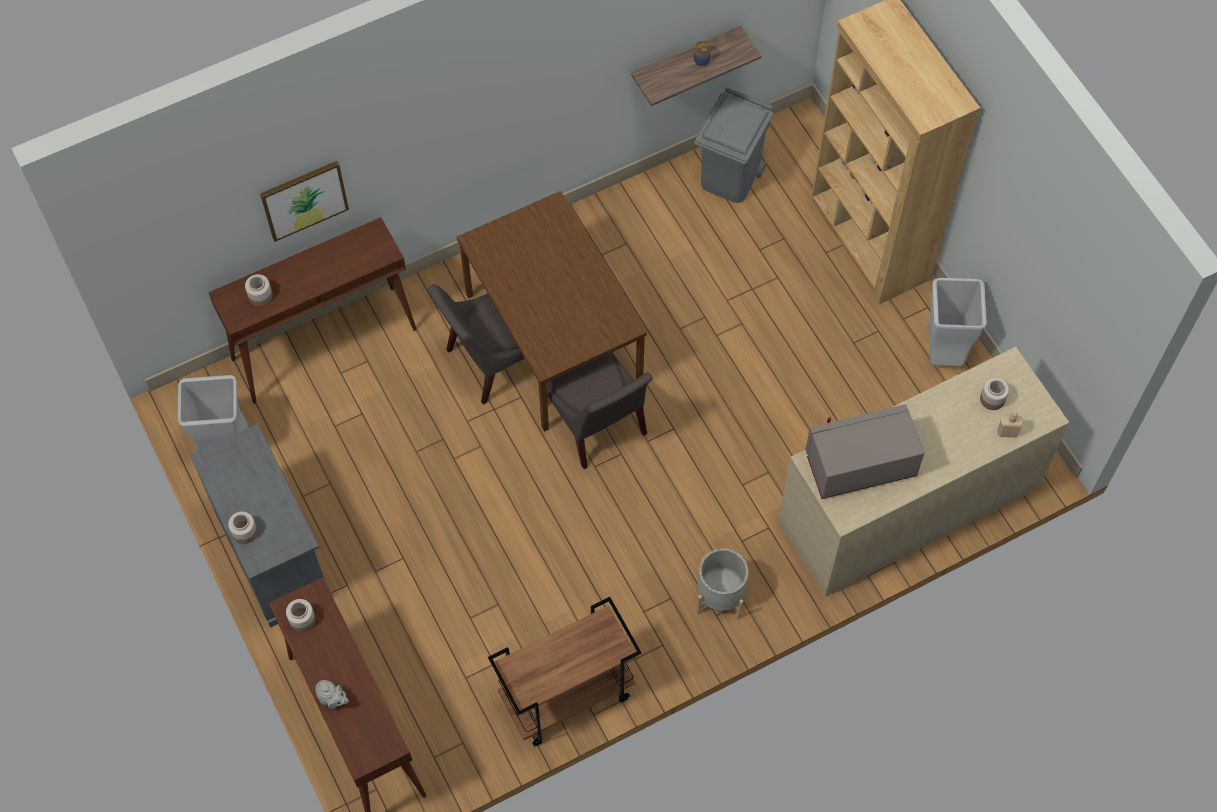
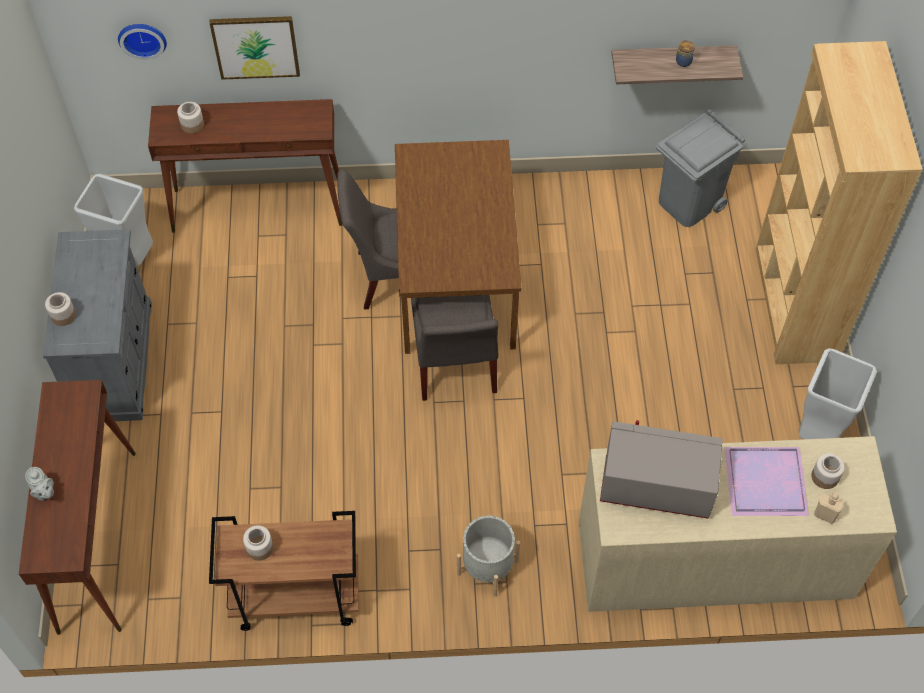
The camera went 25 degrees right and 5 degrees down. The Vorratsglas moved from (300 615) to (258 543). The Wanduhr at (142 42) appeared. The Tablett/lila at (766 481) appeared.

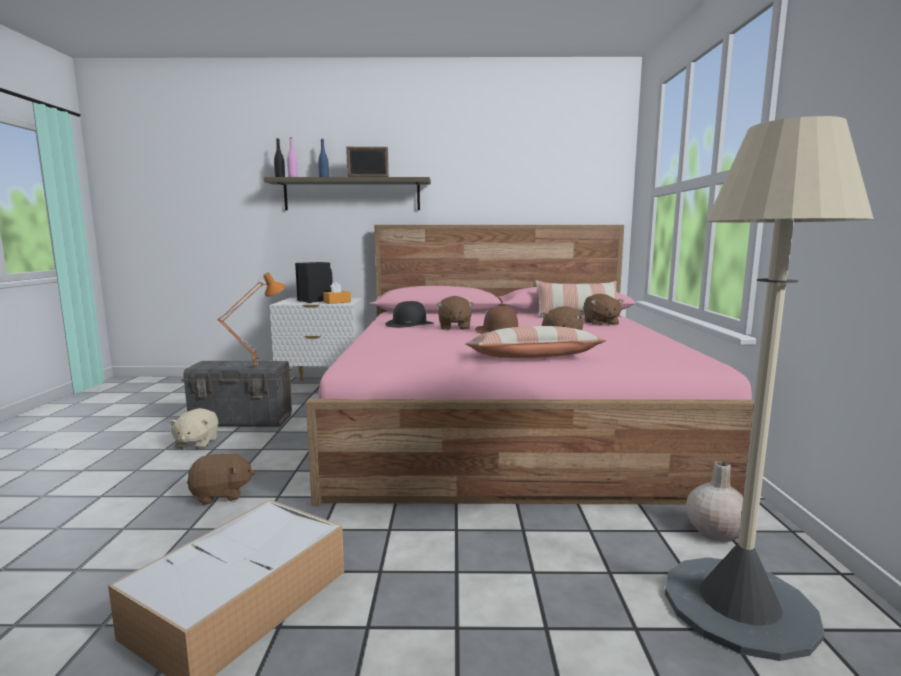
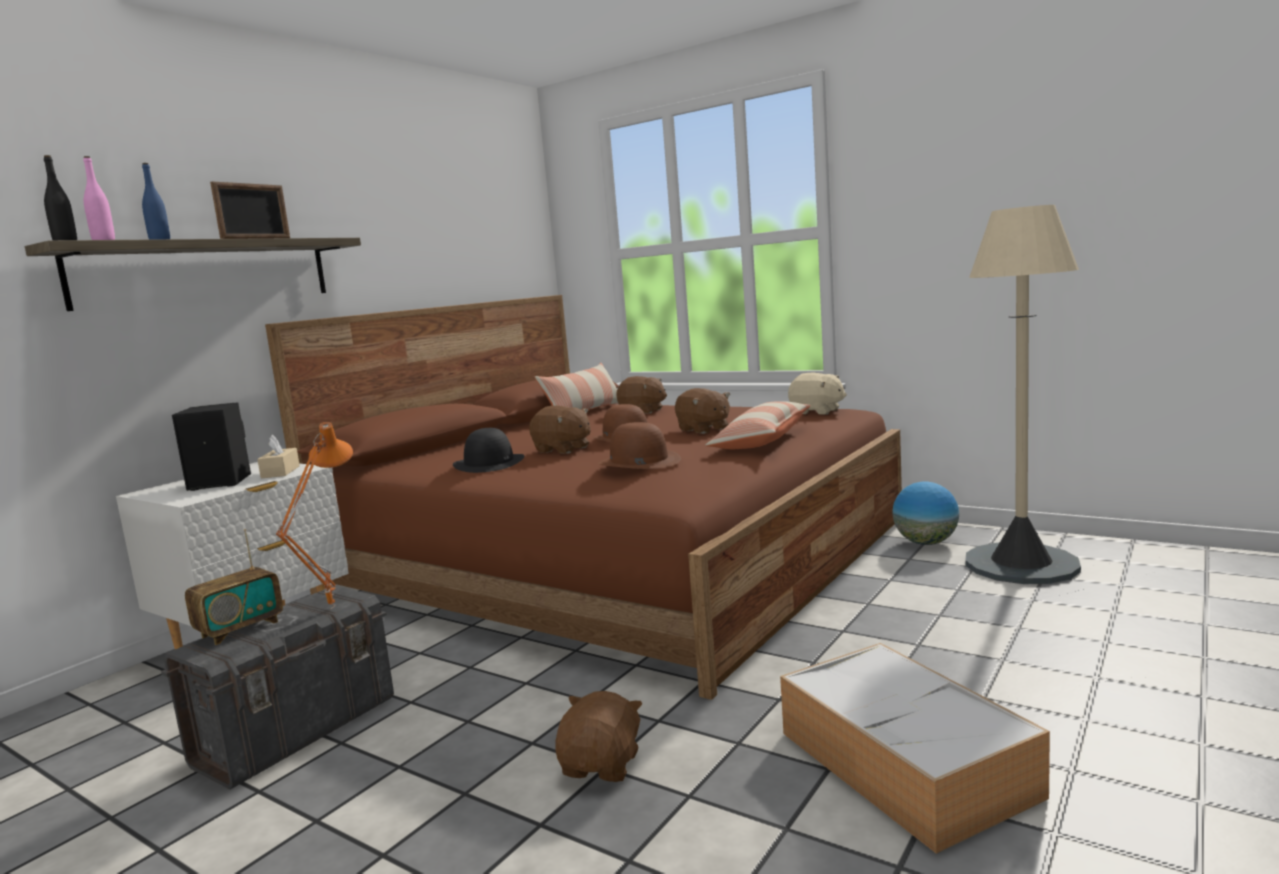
The camera went 55 degrees left and 0 degrees up. The Plüschtier/beige moved from (193 428) to (817 394). The Bett/rosa at (530 365) became the Bett/braun at (583 497). The Taschentuchbox/orange at (337 293) became the Taschentuchbox/beige at (278 457). The Vase/beige at (714 501) was replaced by the Globus at (925 513). The Radio at (234 587) appeared. The Hut/braun at (639 445) appeared.

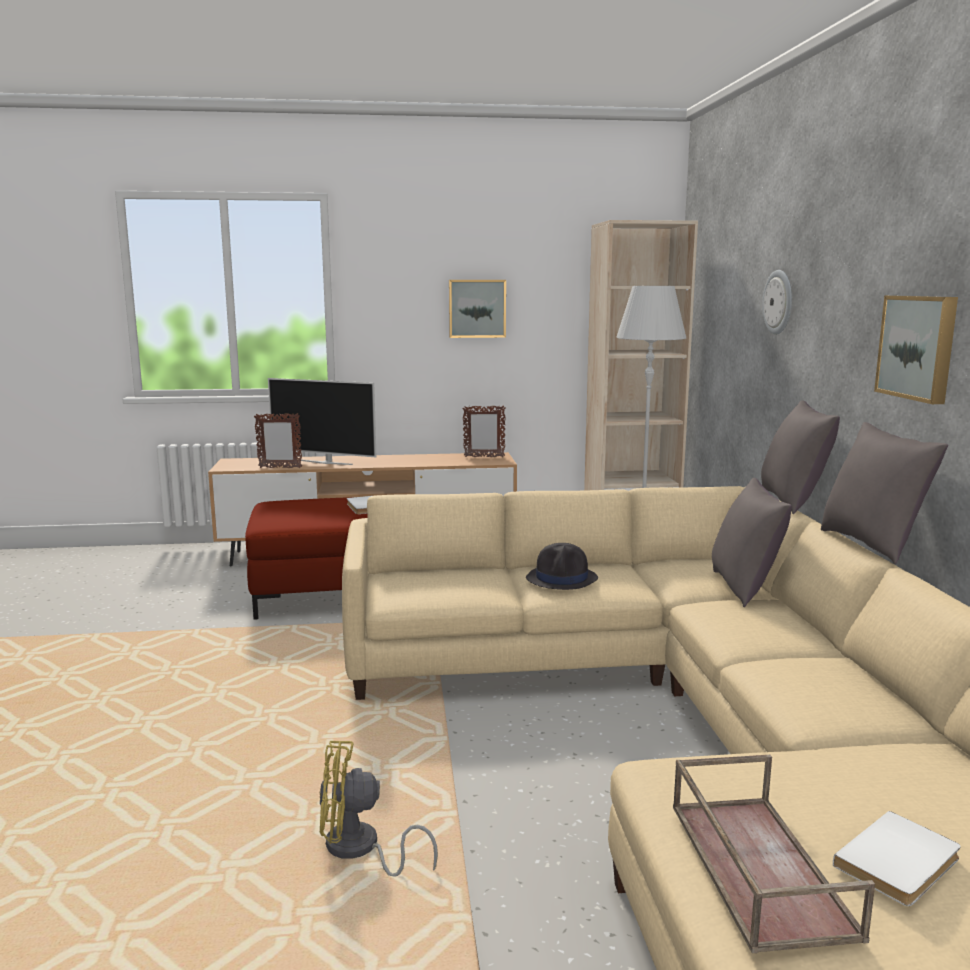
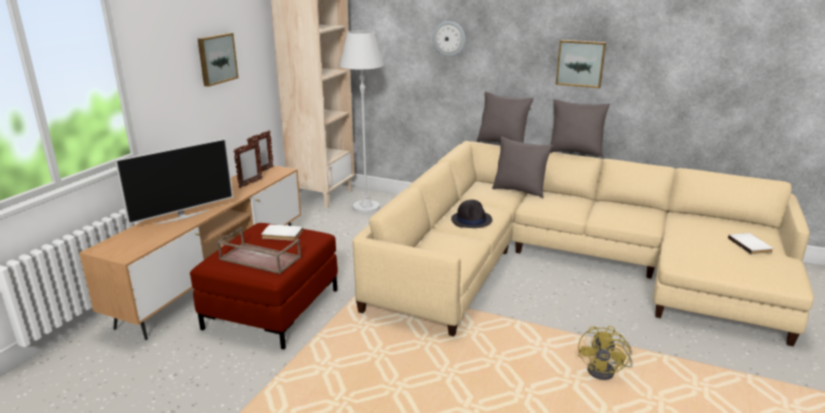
The camera went 60 degrees left and 10 degrees up. The Bilderrahmen moved from (278 440) to (248 164). The Tablett/braun moved from (774 854) to (259 250).

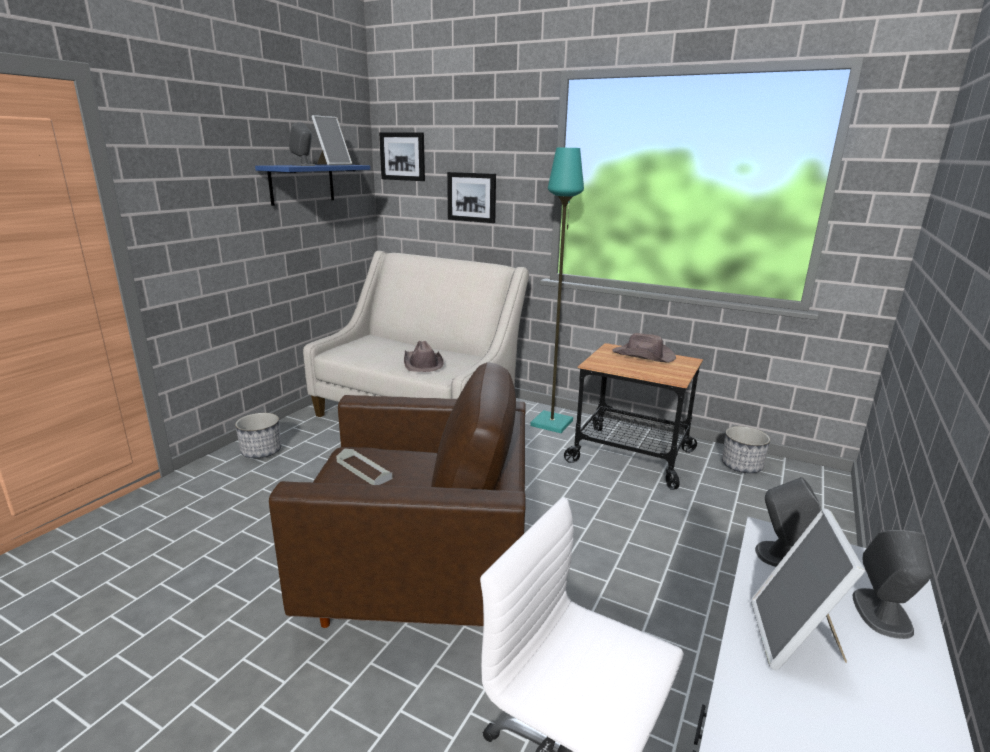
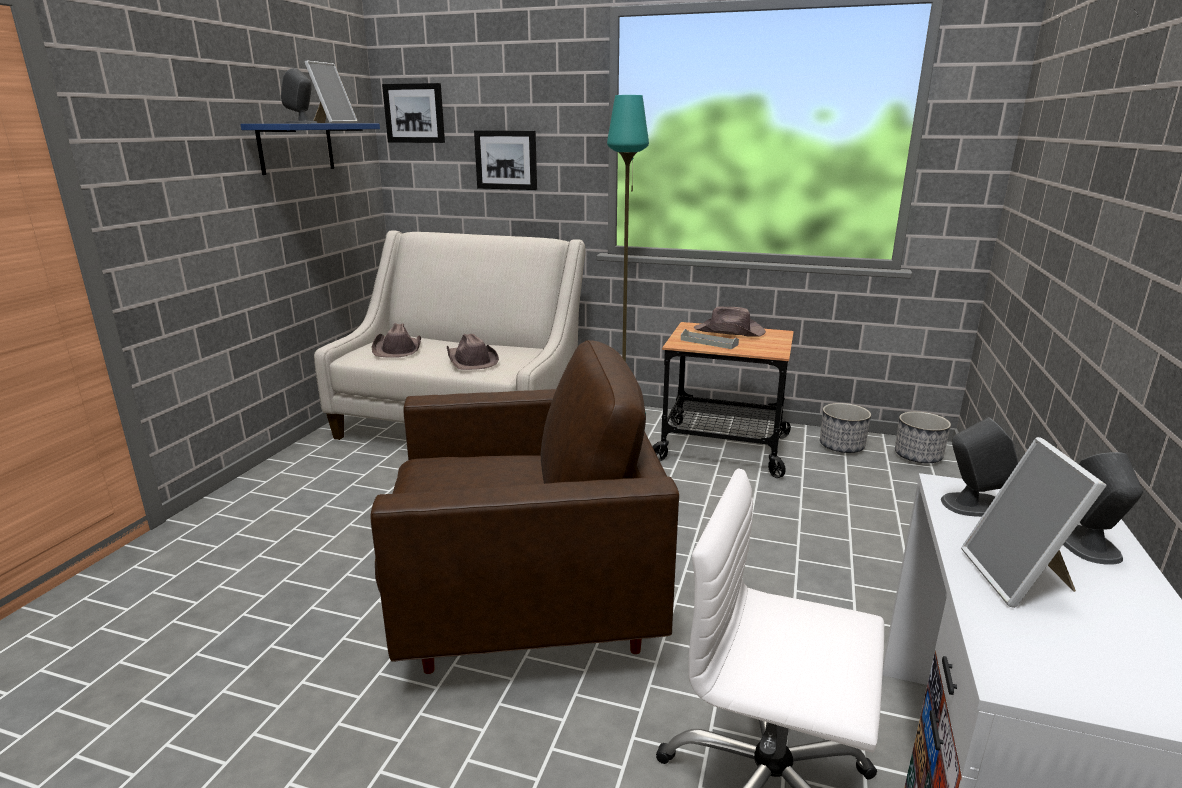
The camera went 10 degrees left and 0 degrees up. The Pflanzkübel moved from (258 435) to (923 437). The Tablett/grau moved from (364 467) to (710 339). The Hut/braun at (396 340) appeared.

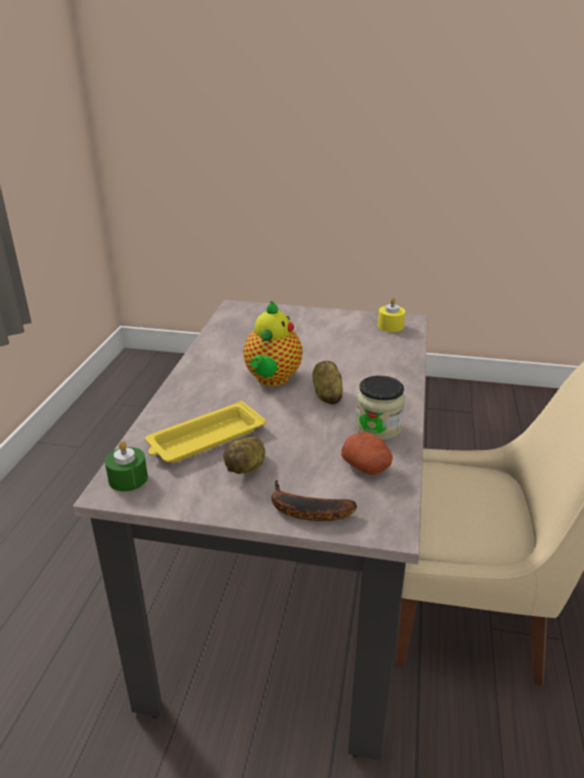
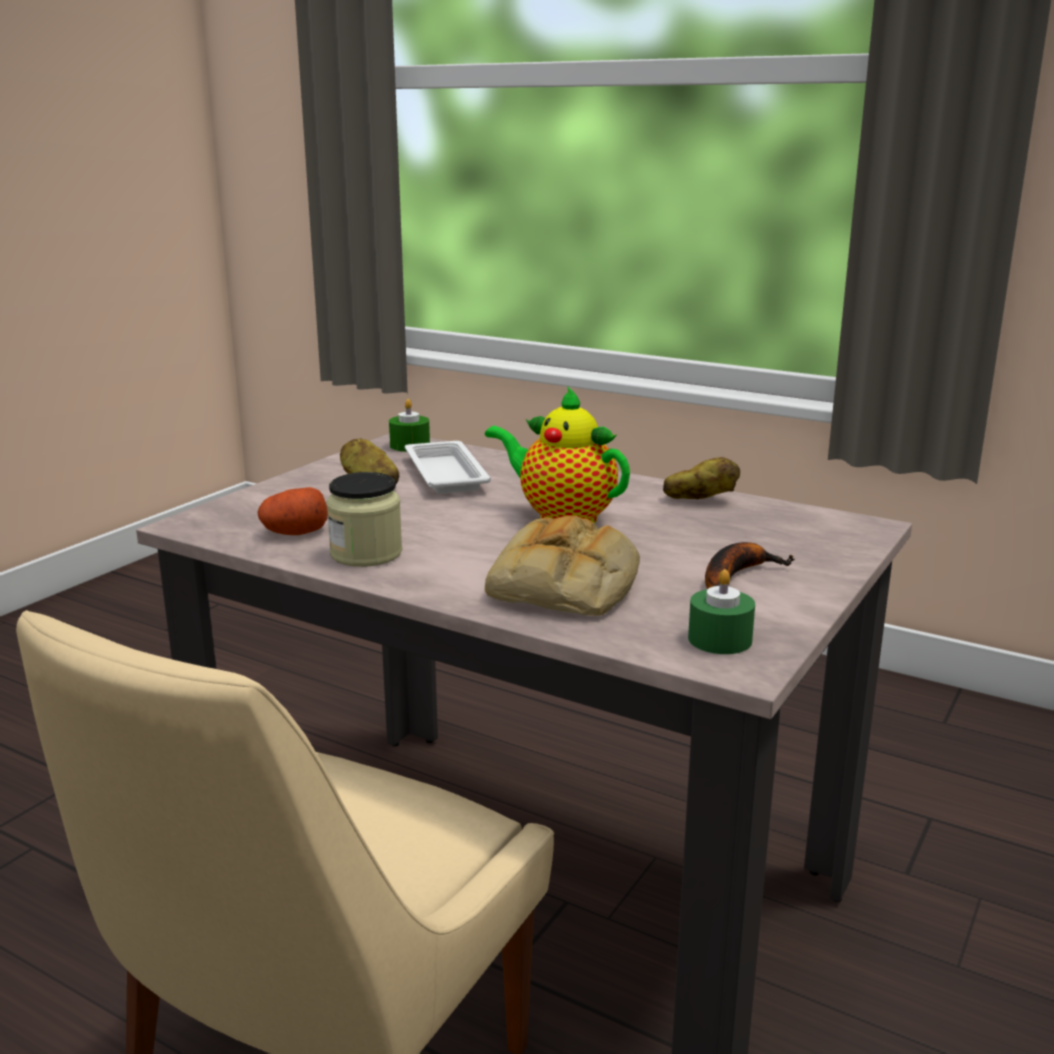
The camera went 110 degrees right and 10 degrees down. The Tablett/gelb at (205 432) became the Tablett/weiß at (448 467). The Banane moved from (314 500) to (750 565). The Kartoffel moved from (327 382) to (701 478). The Kerze/gelb at (391 314) became the Kerze/grün at (721 611). The Brot at (562 565) appeared.

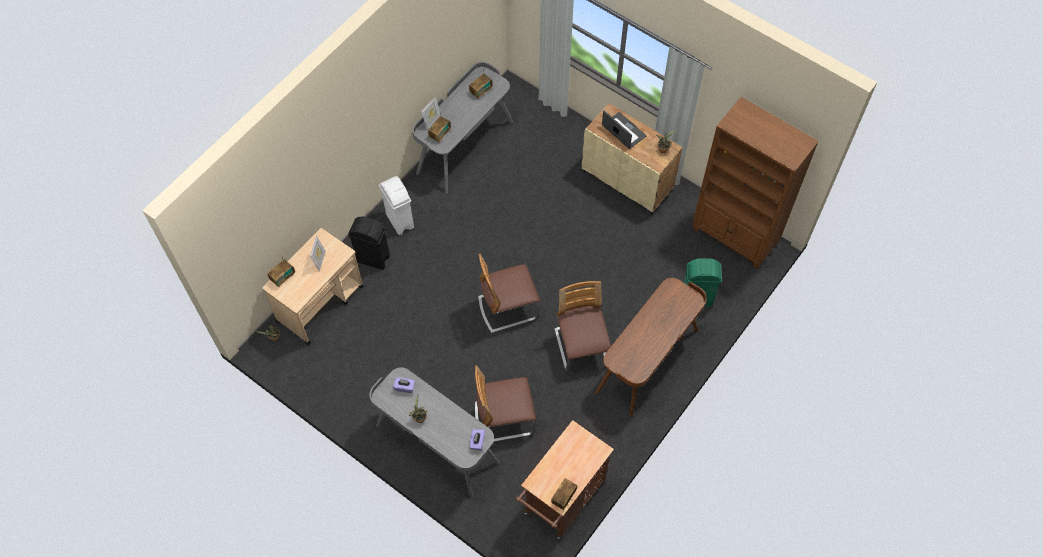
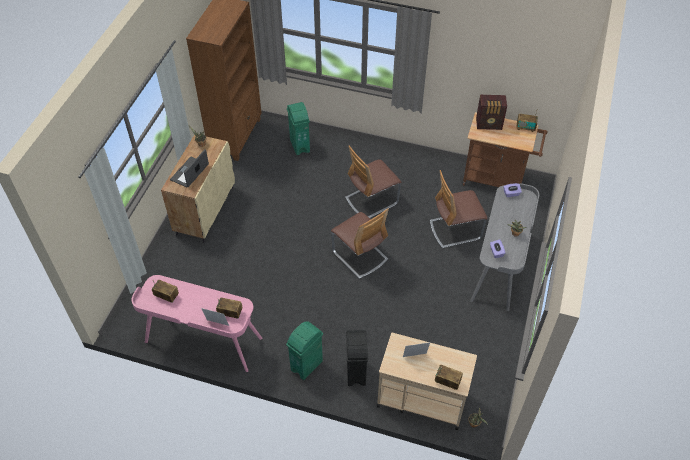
The camera went 110 degrees left and 10 degrees down. The Mülleimer/weiß at (396 205) became the Mülleimer/grün at (304 350). The Schreibtisch/grau at (463 128) became the Schreibtisch/rosa at (196 323). The Stuhl at (505 403) turned 105 degrees clockwise. The Schreibtisch/braun at (651 347) disappeared. The Radio at (491 112) appeared.

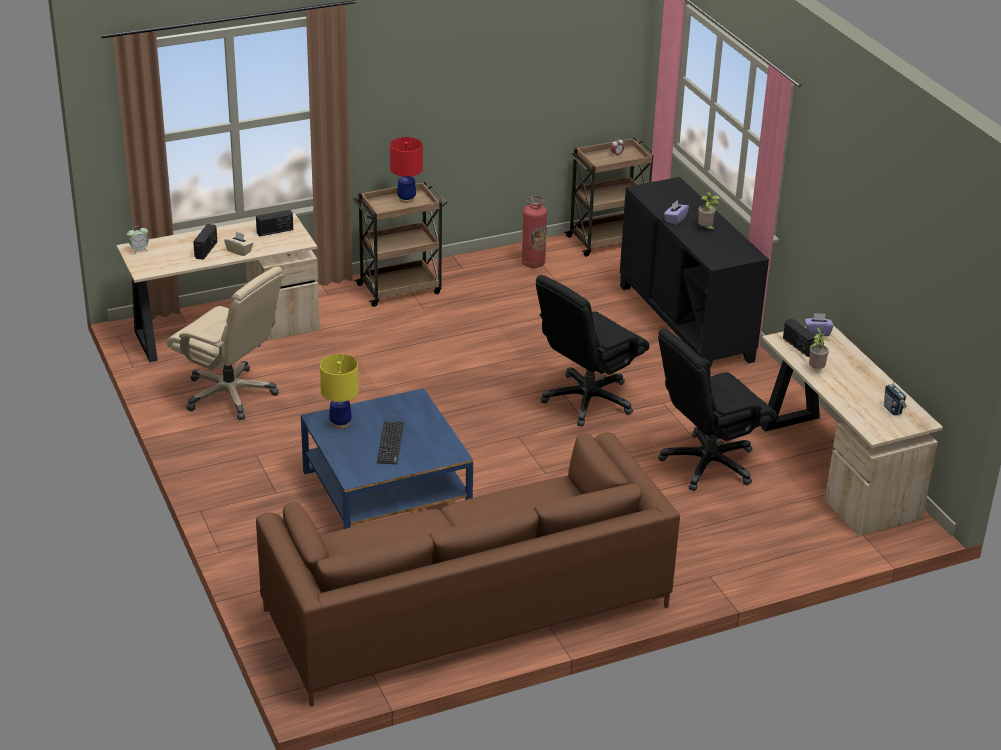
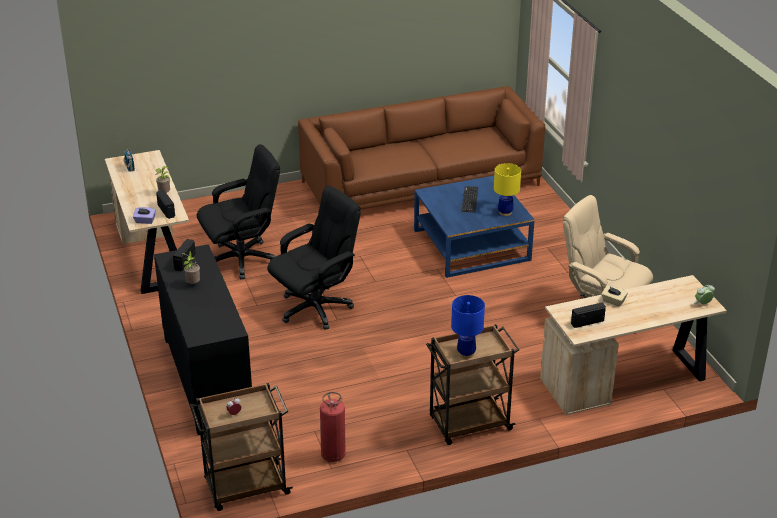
The camera went 175 degrees left and 0 degrees up. The Radio moved from (205 242) to (184 255). The Tischlampe/rot at (406 170) became the Tischlampe/blau at (468 327). The Taschentuchbox/lila at (676 212) disappeared.

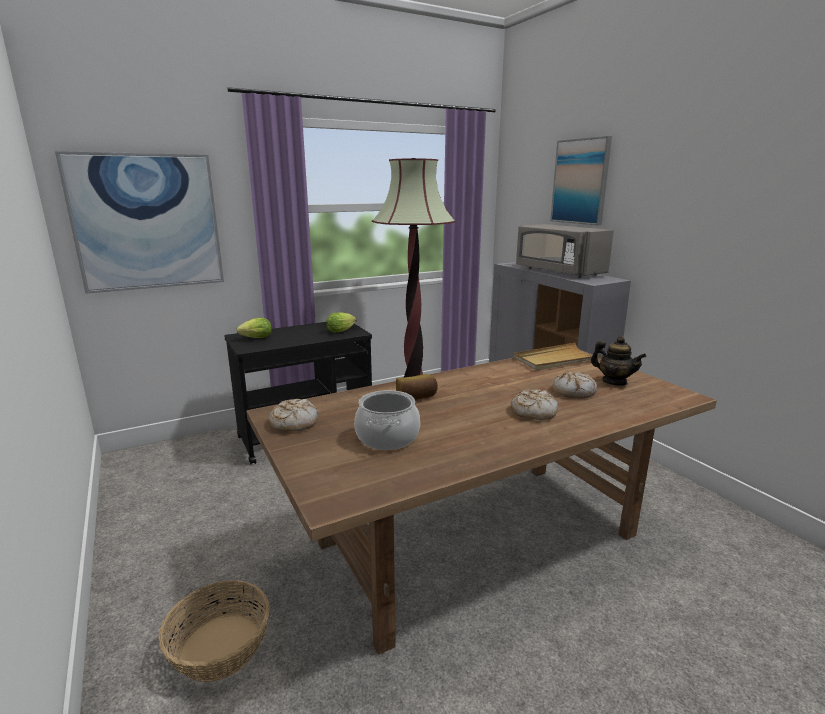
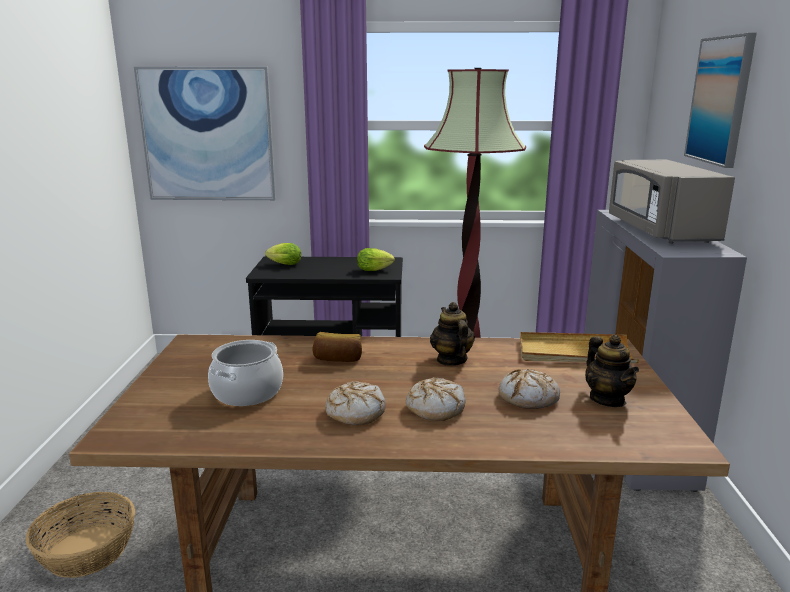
The camera went 30 degrees right and 0 degrees up. The Brot moved from (293 414) to (355 403). The Teekanne at (452 334) appeared.

